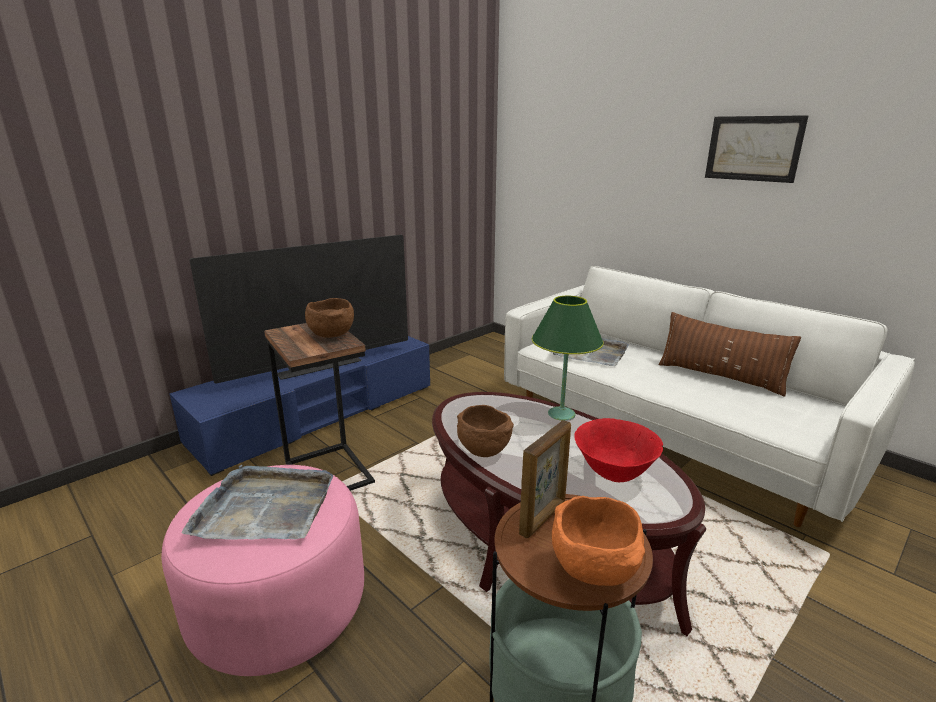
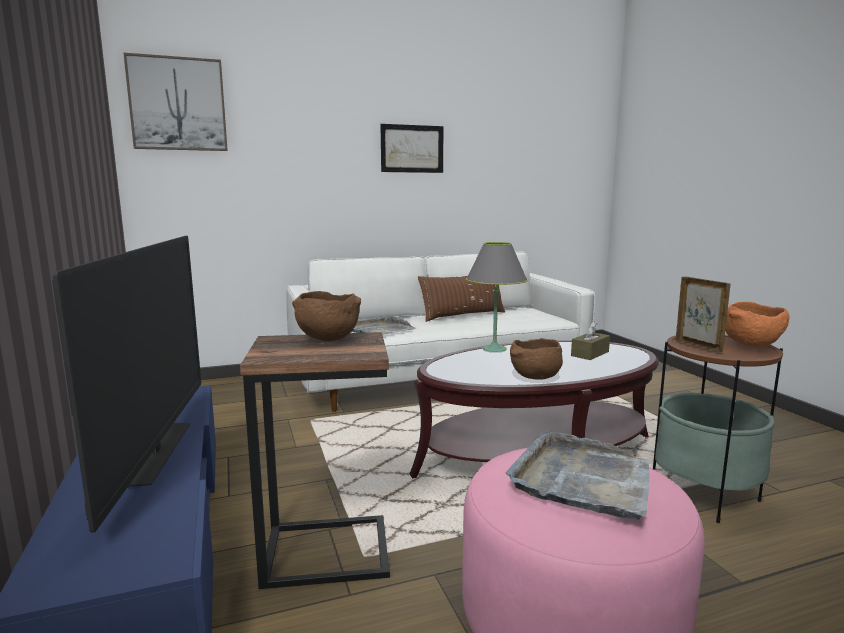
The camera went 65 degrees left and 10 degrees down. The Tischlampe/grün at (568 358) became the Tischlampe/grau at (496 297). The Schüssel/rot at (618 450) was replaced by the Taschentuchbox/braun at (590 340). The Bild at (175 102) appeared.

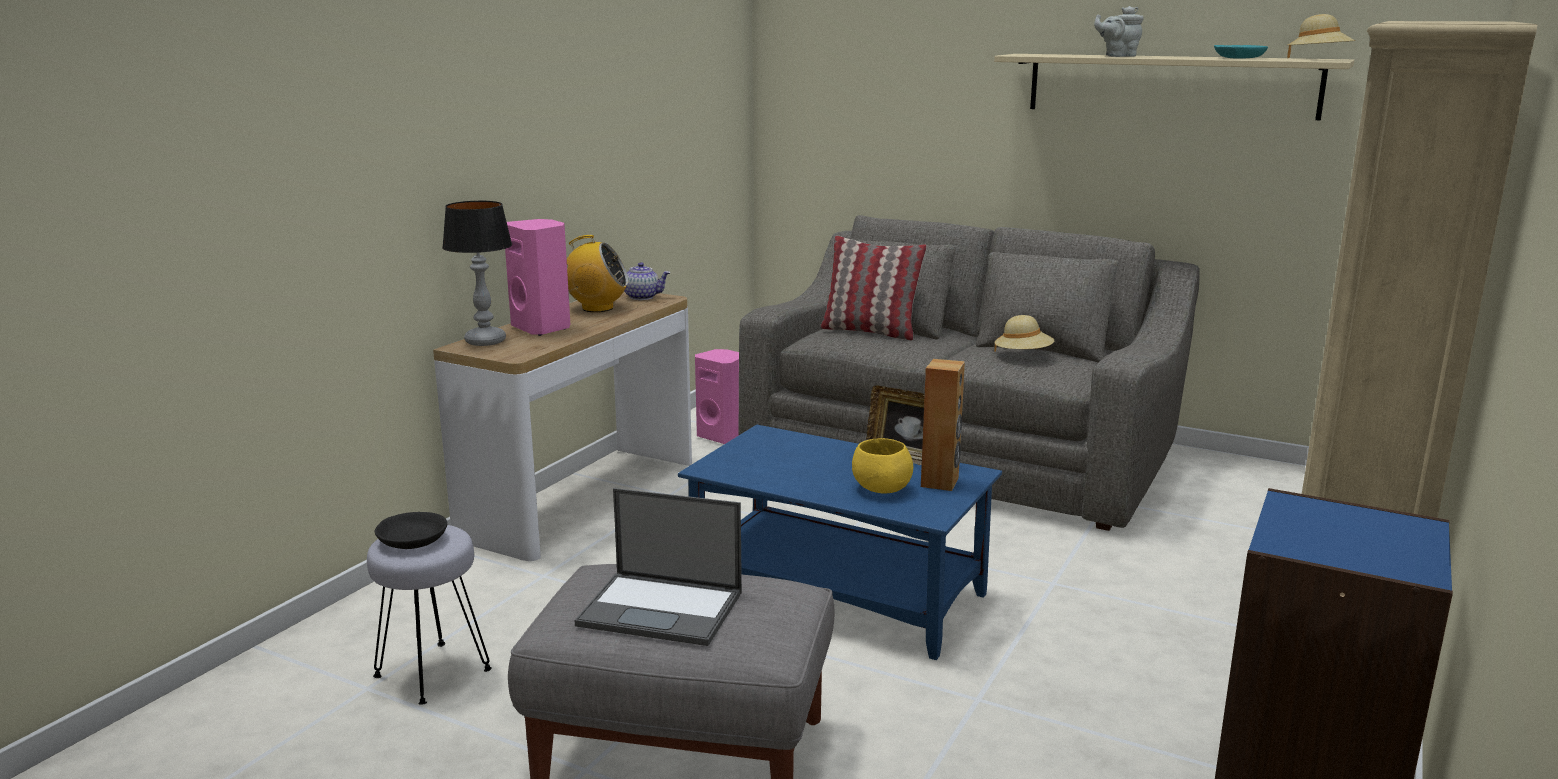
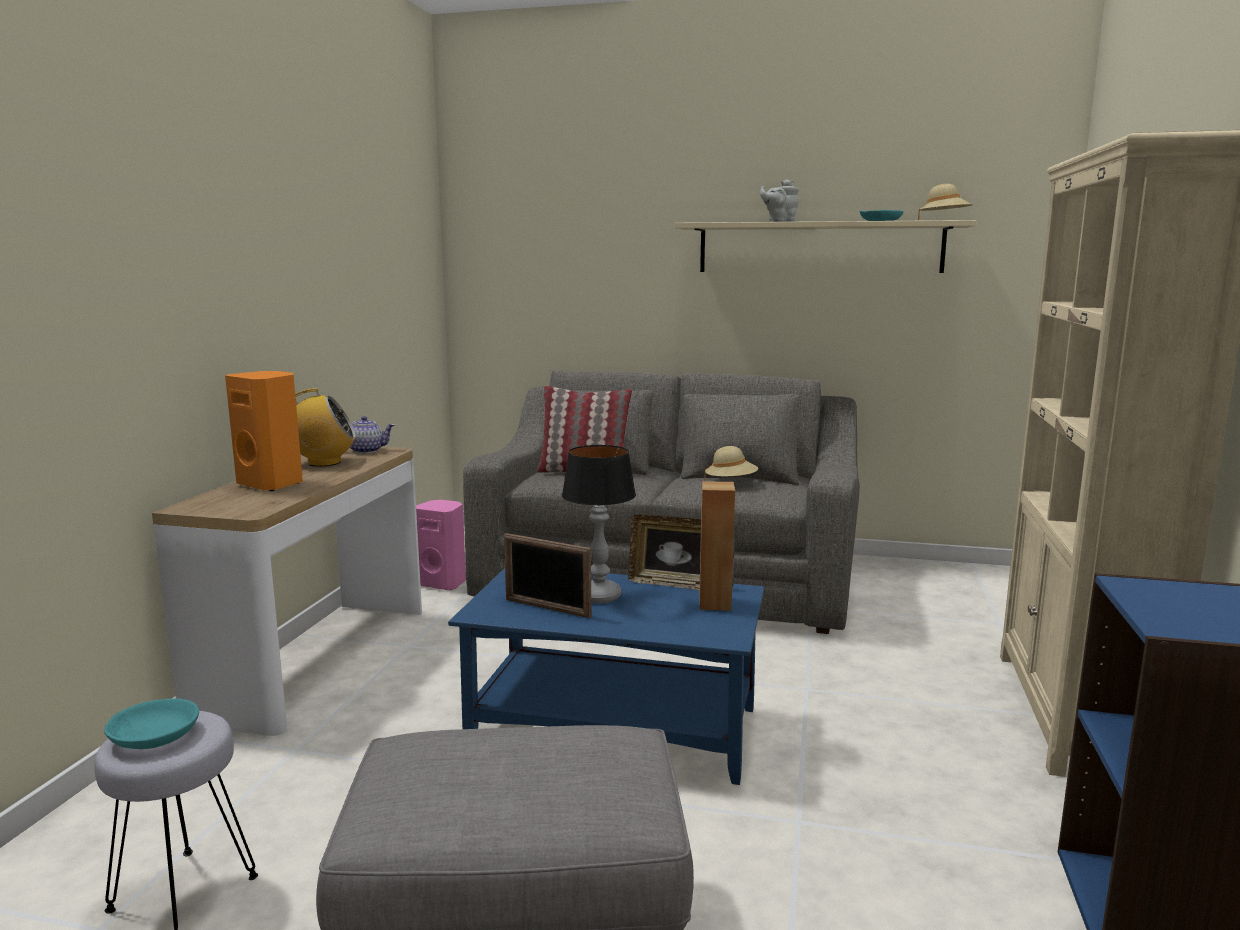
The camera went 15 degrees left and 5 degrees down. The Schüssel/schwarz at (411 530) became the Schüssel/türkis at (151 723). The Tischlampe moved from (477 273) to (599 524). The Lautsprecher/rosa at (537 277) became the Lautsprecher/orange at (264 431). The Laptop at (658 567) disappeared. The Schüssel/gelb at (882 465) disappeared. The Bilderrahmen at (547 575) appeared.

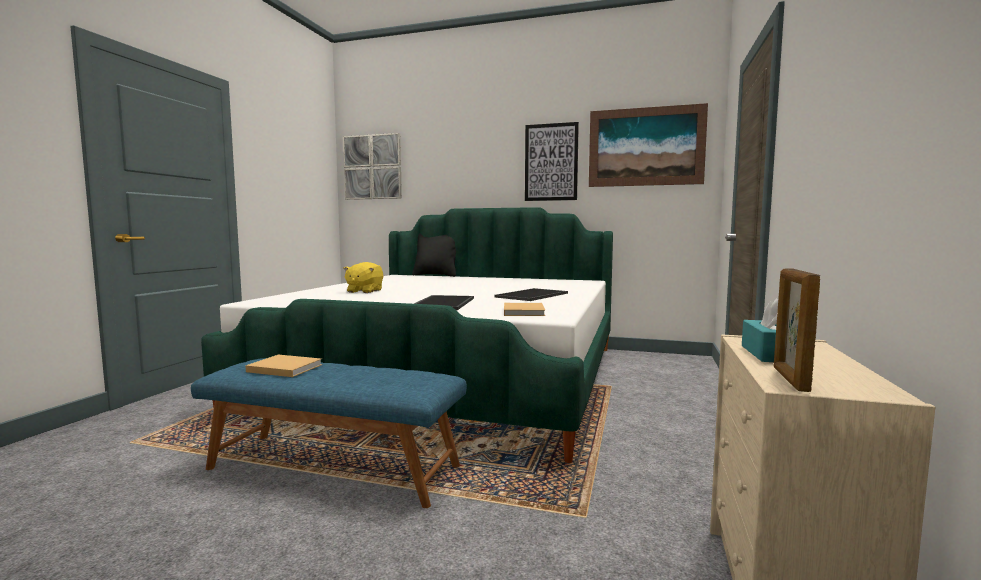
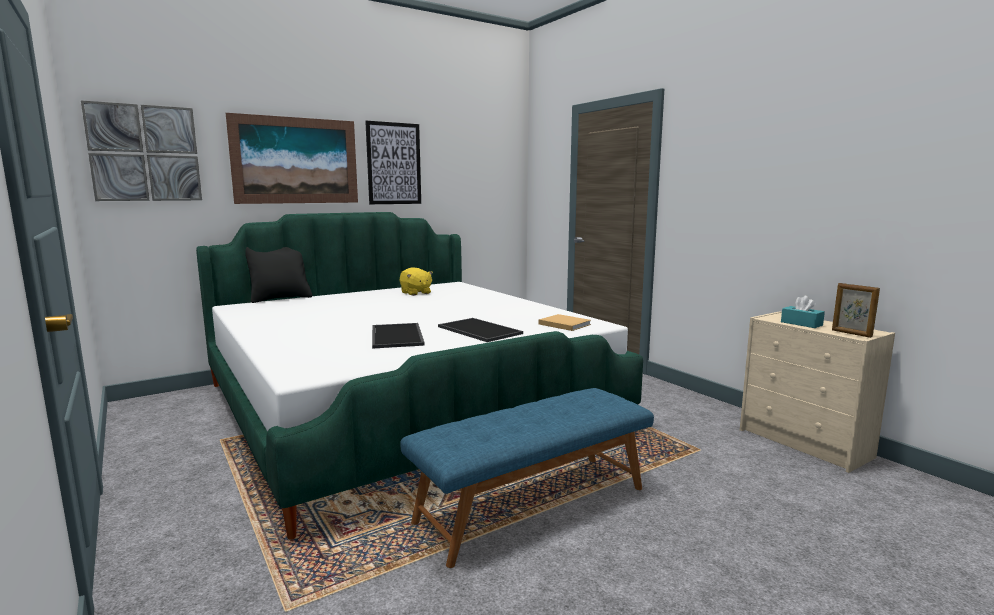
The camera went 50 degrees left and 5 degrees up. The Buch/beige at (283 366) disappeared. The Plüschtier/gelb moved from (363 277) to (416 281). The Tablett moved from (531 294) to (398 336). The Bild moved from (648 145) to (292 158).

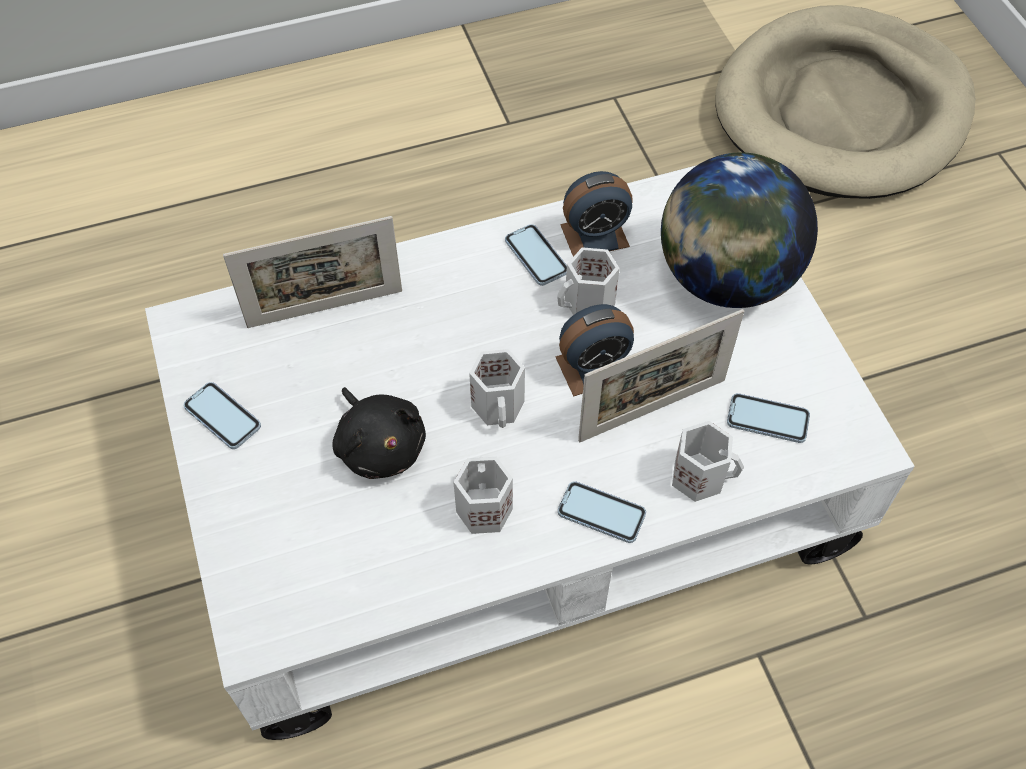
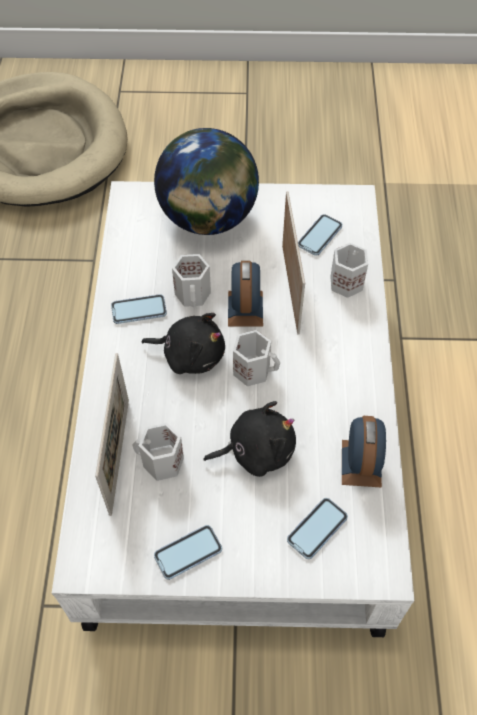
The camera went 70 degrees left and 0 degrees up. The Henkelbecher/weiß moved from (483 495) to (158 452). The Handy moved from (602 512) to (317 528). The Wecker moved from (596 214) to (364 452). The Plüschtier/schwarz at (183 343) appeared.

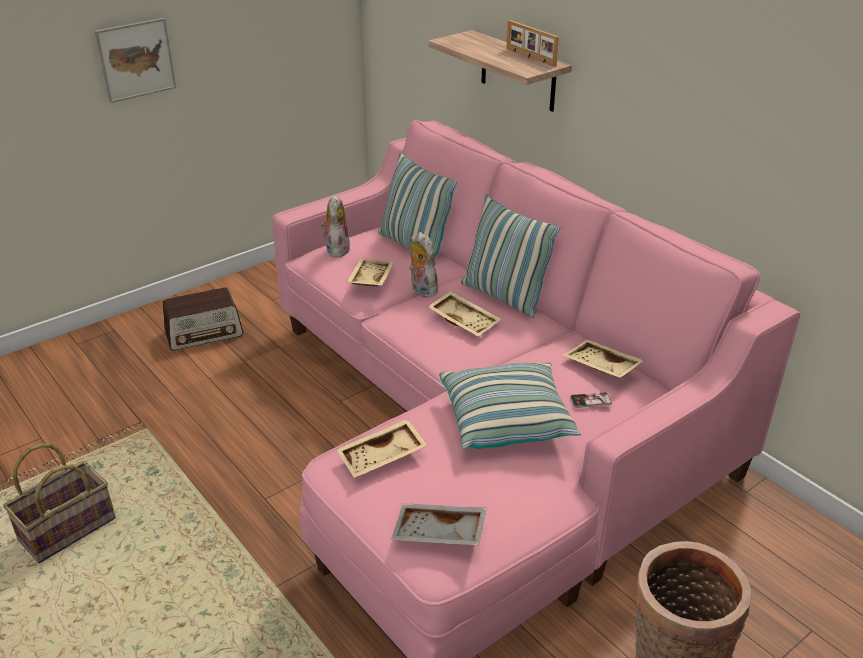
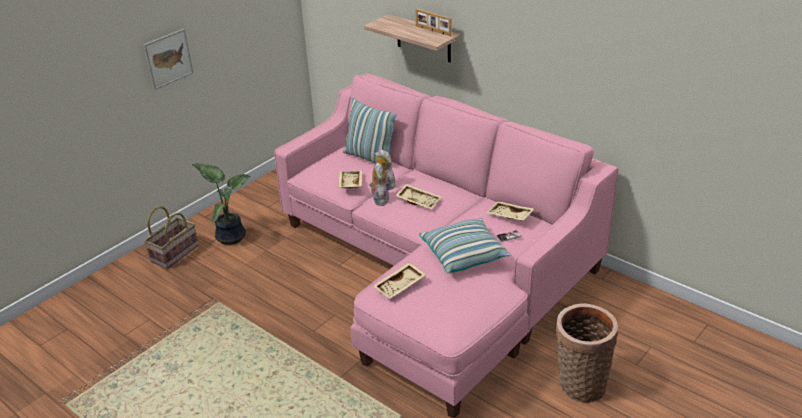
The camera went 10 degrees left and 0 degrees up. The Korb moved from (59 503) to (171 237). The Radio at (203 319) was replaced by the Topfpflanze at (221 204). The Plüschtier moved from (335 226) to (379 184). The Tablett/grau at (439 524) disappeared. The Kissen at (511 256) disappeared.

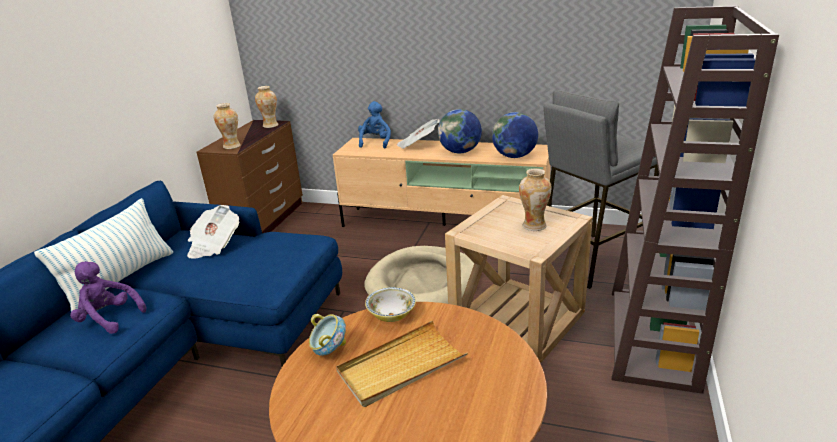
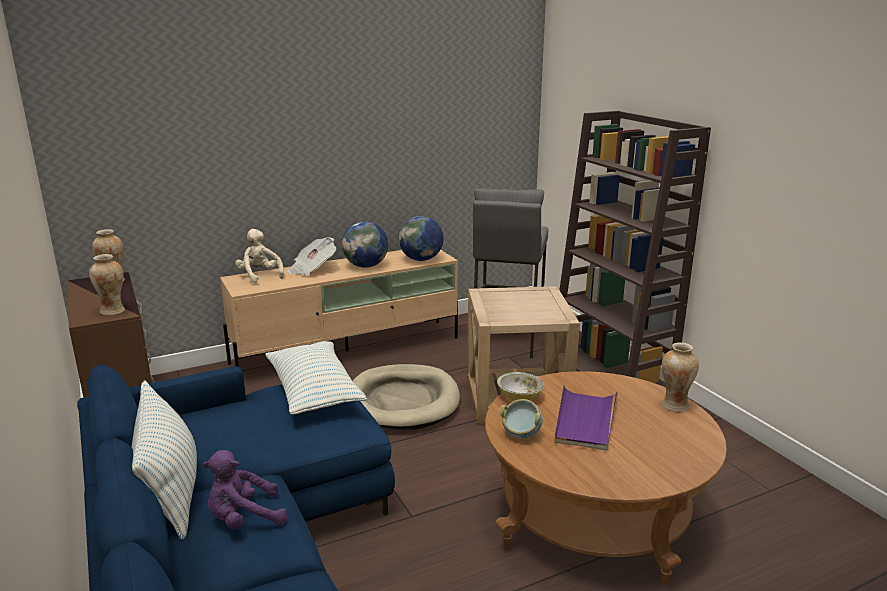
The camera went 45 degrees left and 5 degrees down. The Zeitung at (213 232) disappeared. The Tablett/beige at (402 363) became the Tablett/lila at (586 417). The Plüschtier/blau at (374 125) became the Plüschtier/beige at (259 256). The Vase moved from (535 199) to (680 377). The Kissen at (316 377) appeared.

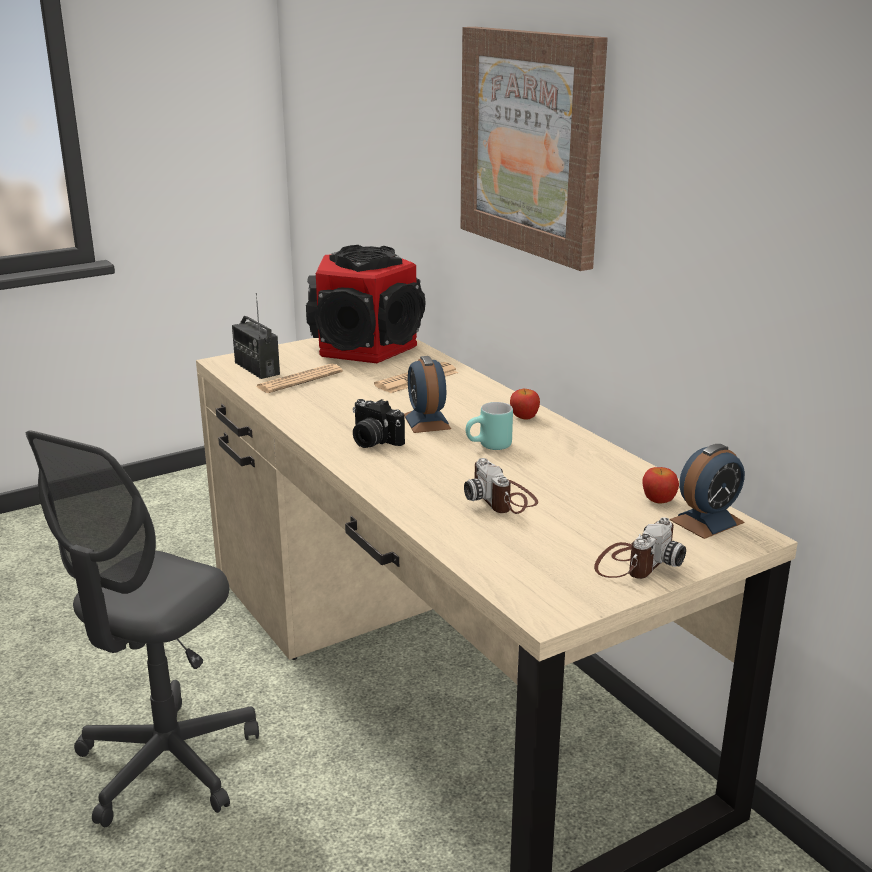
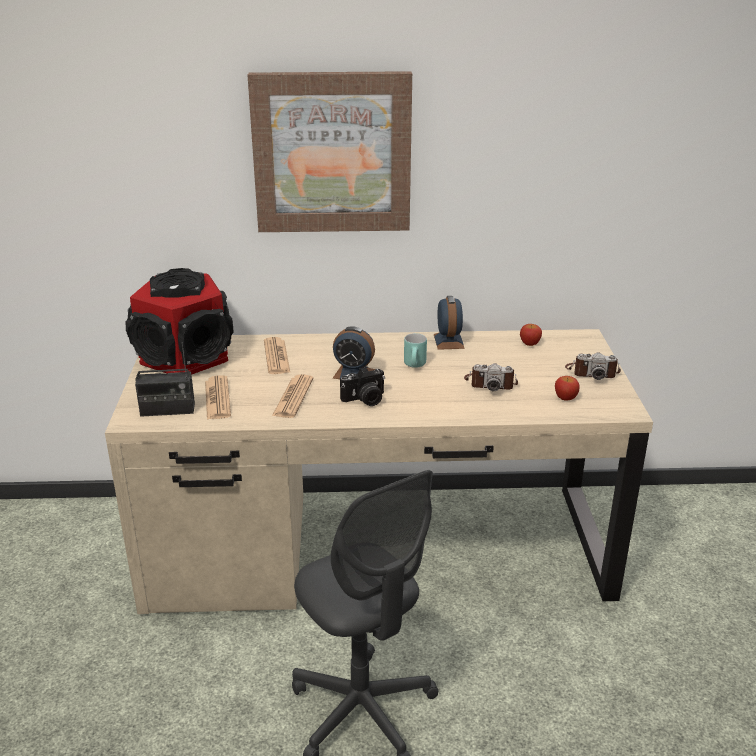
The camera went 60 degrees left and 5 degrees up. The Apfel moved from (525 404) to (567 388). The Kamera at (640 548) turned 120 degrees clockwise. The Wecker moved from (707 491) to (449 323). The Zeitung at (293 396) appeared.

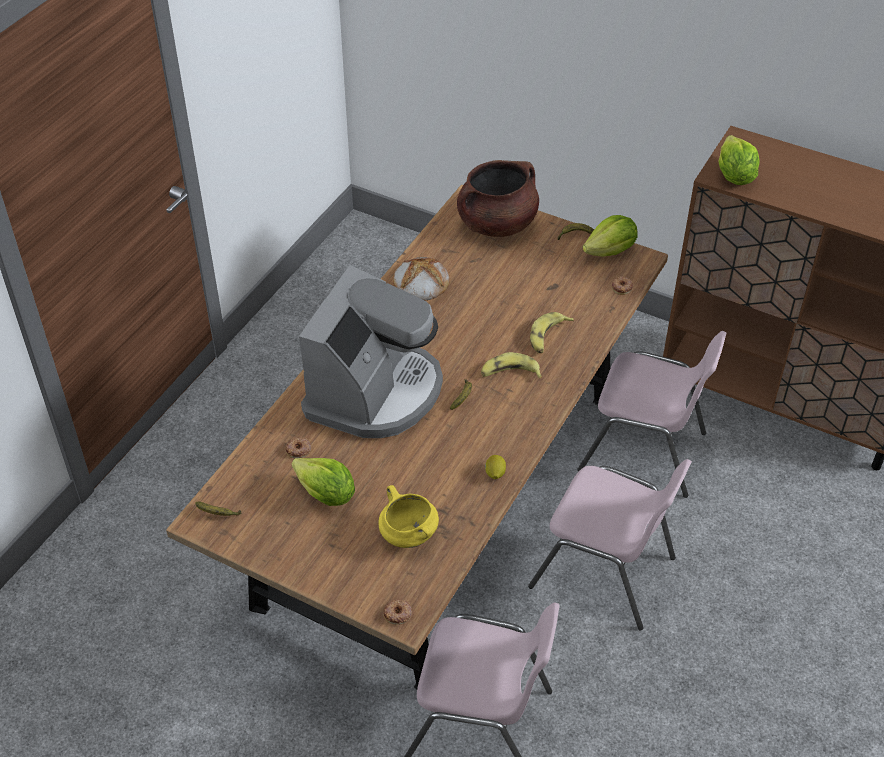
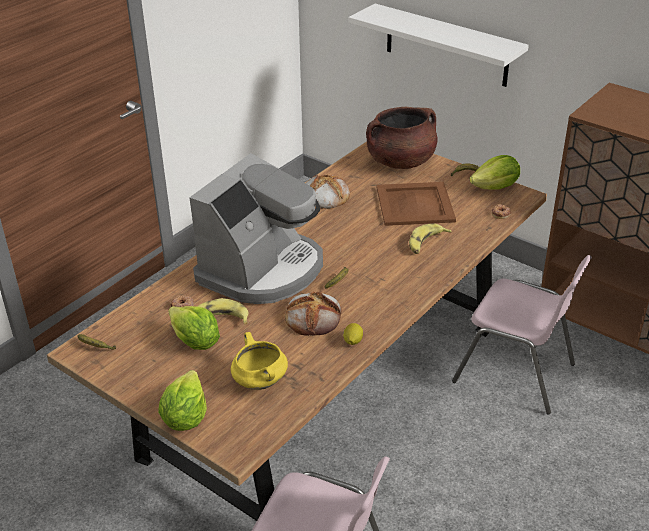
The camera went 10 degrees right and 10 degrees down. The Donut at (397 612) disappeared. The Banane moved from (511 365) to (223 311). The Stuhl/rosa at (610 545) disappeared. The Salatkopf moved from (739 160) to (182 400). The Brot at (313 314) appeared. The Wandregal/weiß at (438 45) appeared. The Tablett/braun at (416 204) appeared.

